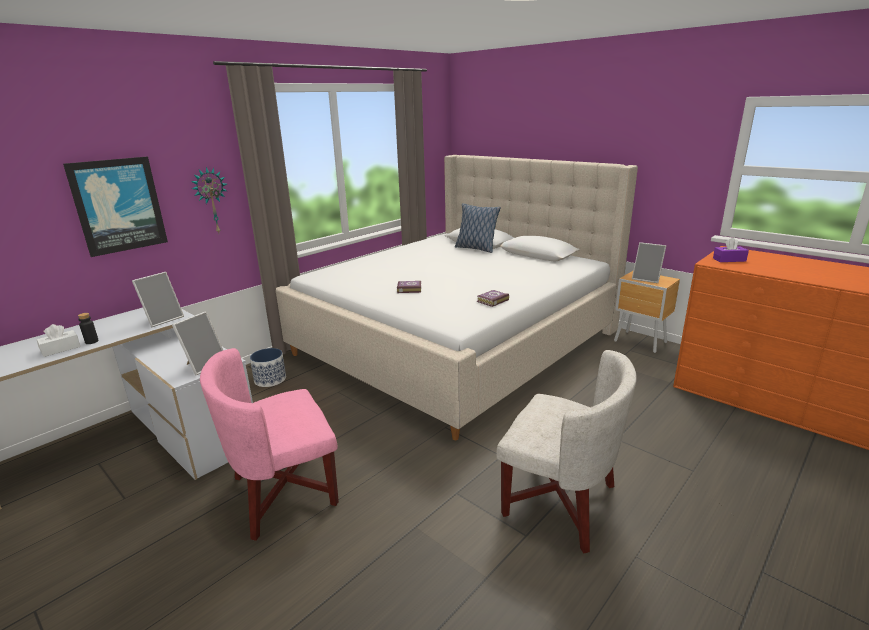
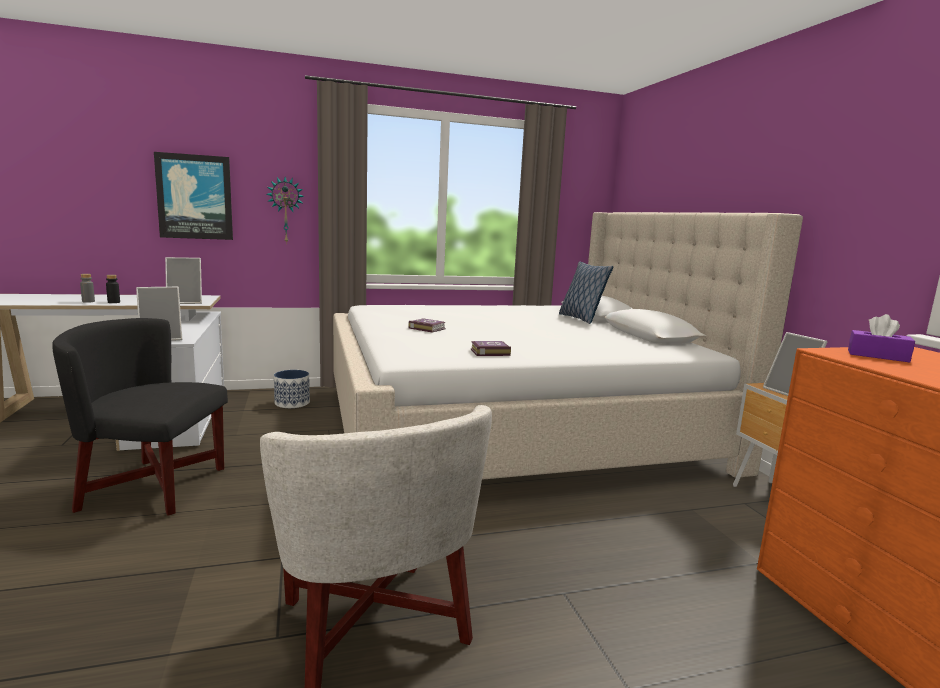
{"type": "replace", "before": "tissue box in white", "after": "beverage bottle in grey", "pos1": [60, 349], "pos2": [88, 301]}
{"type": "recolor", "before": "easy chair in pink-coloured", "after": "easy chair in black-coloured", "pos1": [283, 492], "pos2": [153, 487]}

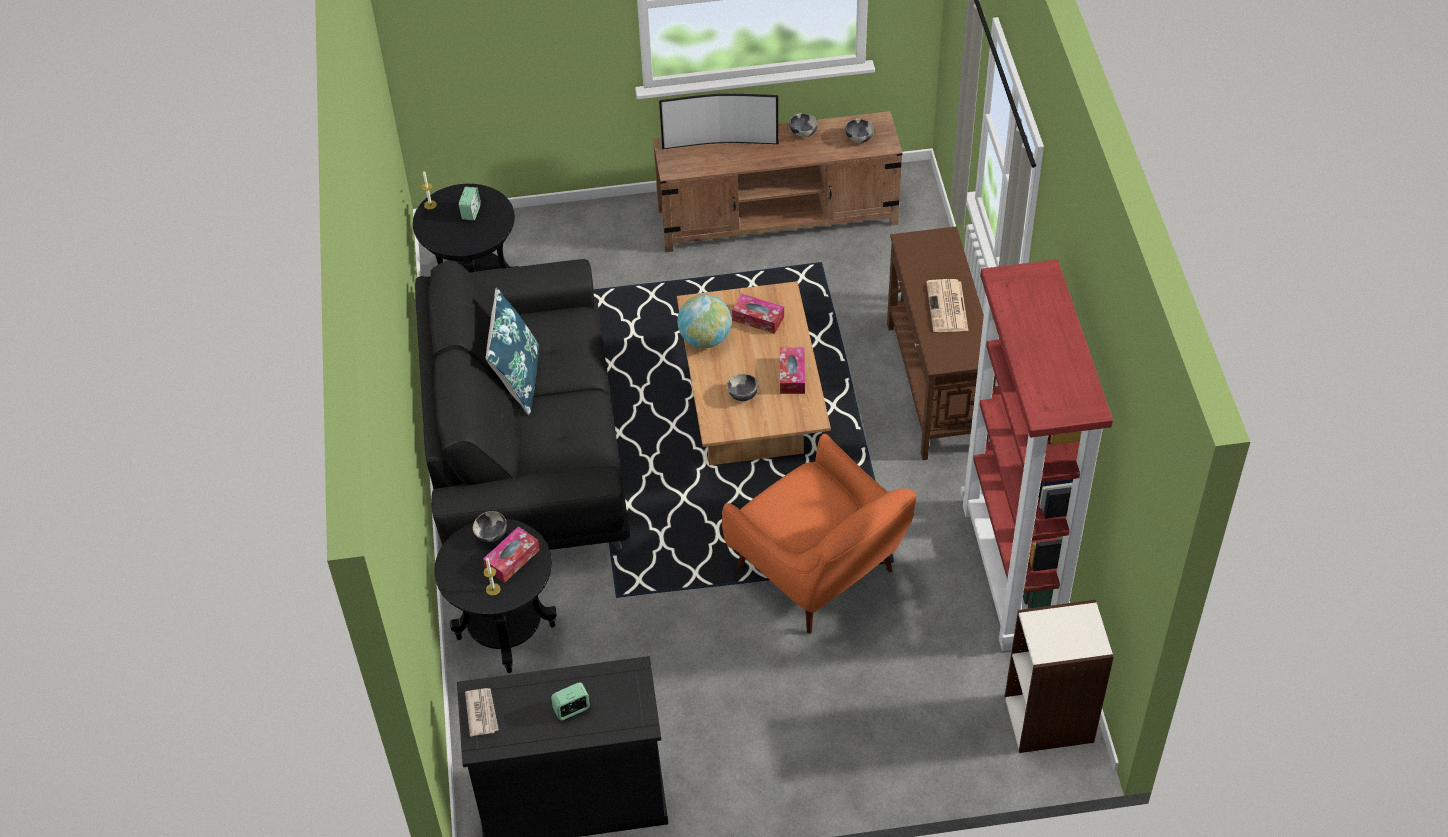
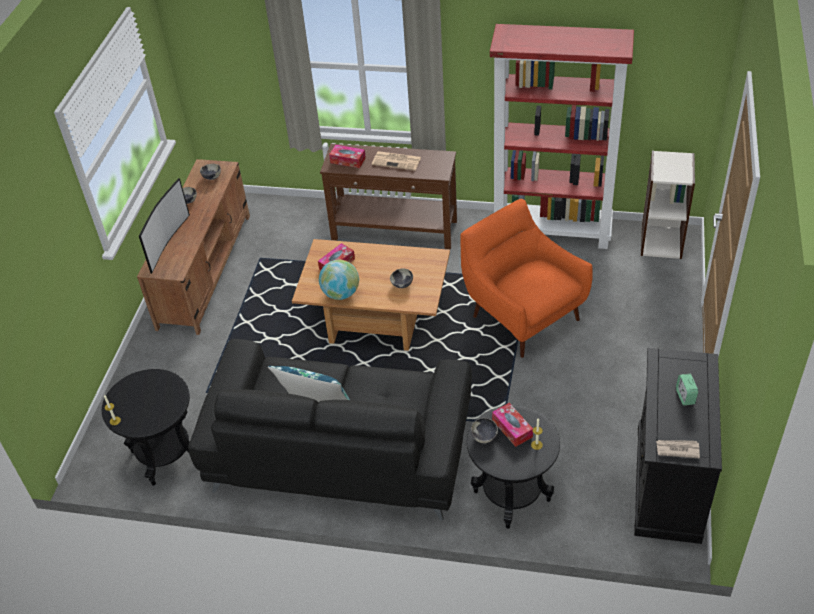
{"type": "delete", "before": "bedside clock", "pos1": [471, 212]}
{"type": "rotate", "before": "easy chair in orangey", "pos1": [820, 574], "pos2": [522, 315], "turn": -105}
{"type": "move", "before": "tissue box", "pos1": [792, 375], "pos2": [348, 160]}

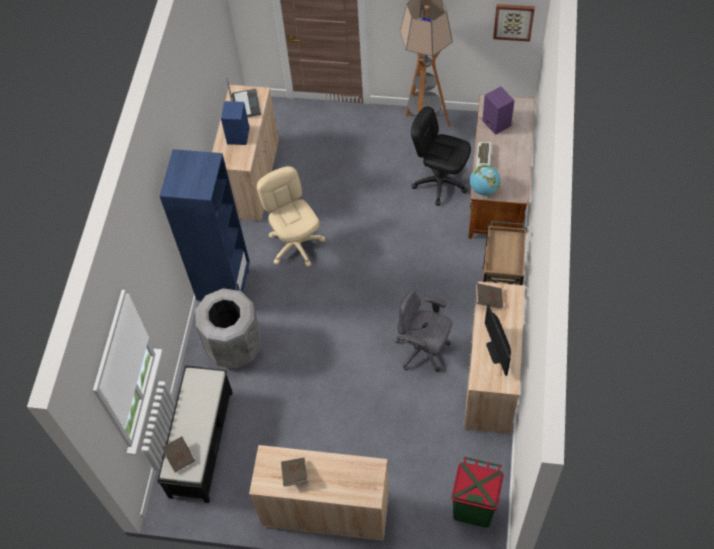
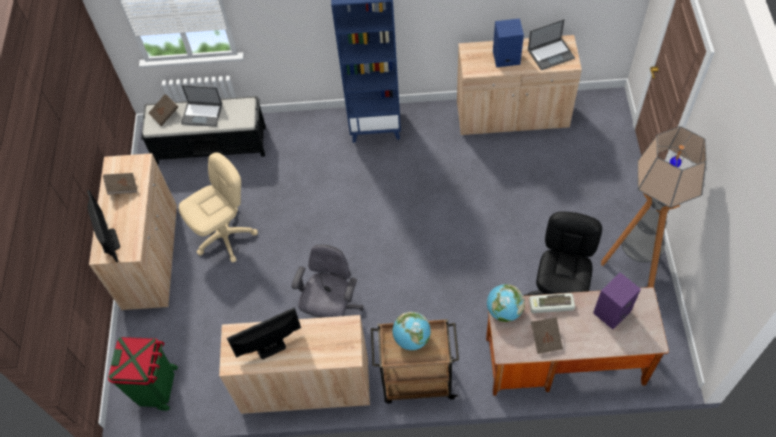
{"type": "delete", "before": "trash can in grey", "pos1": [234, 347]}
{"type": "move", "before": "desk chair in beige", "pos1": [296, 245], "pos2": [225, 236]}
{"type": "move", "before": "book in brownish", "pos1": [488, 299], "pos2": [546, 339]}
{"type": "delete", "before": "wall art", "pos1": [513, 21]}
{"type": "insert", "after": "computer screen", "pos2": [109, 241]}
{"type": "insert", "after": "laptop", "pos2": [202, 114]}
{"type": "insert", "after": "globe", "pos2": [412, 339]}

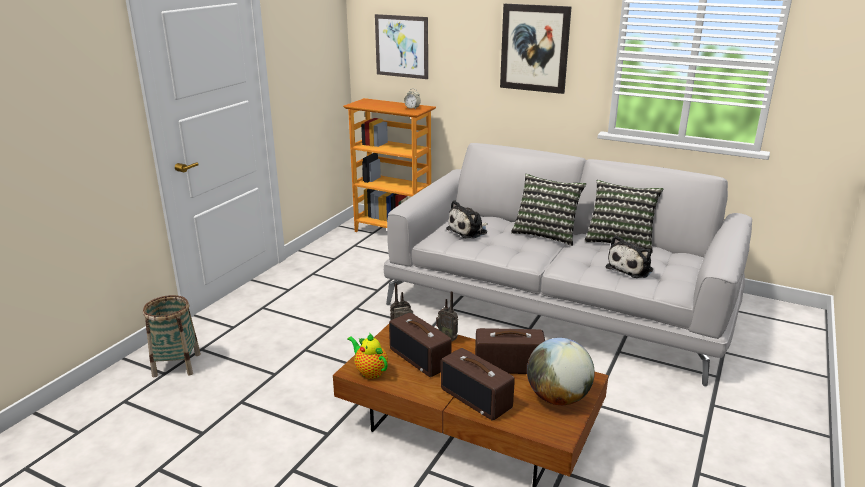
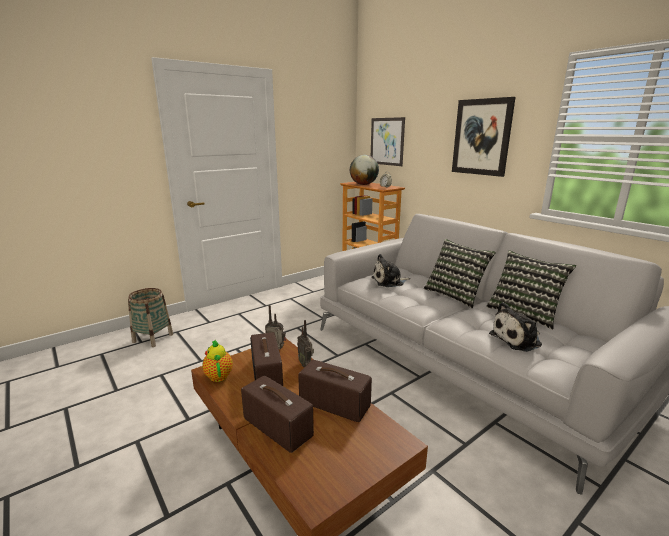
{"type": "rotate", "before": "radio set", "pos1": [477, 398], "pos2": [276, 427], "turn": 150}
{"type": "move", "before": "globe", "pos1": [558, 398], "pos2": [363, 184]}

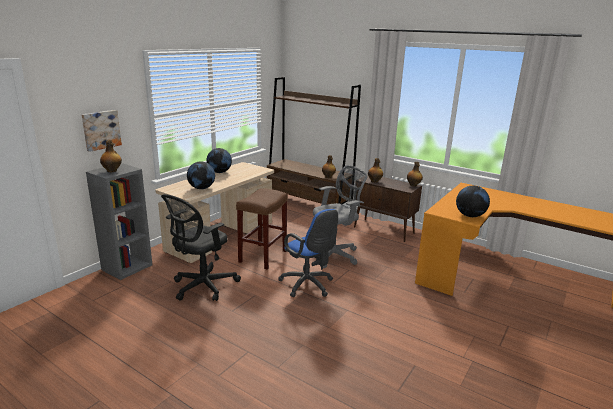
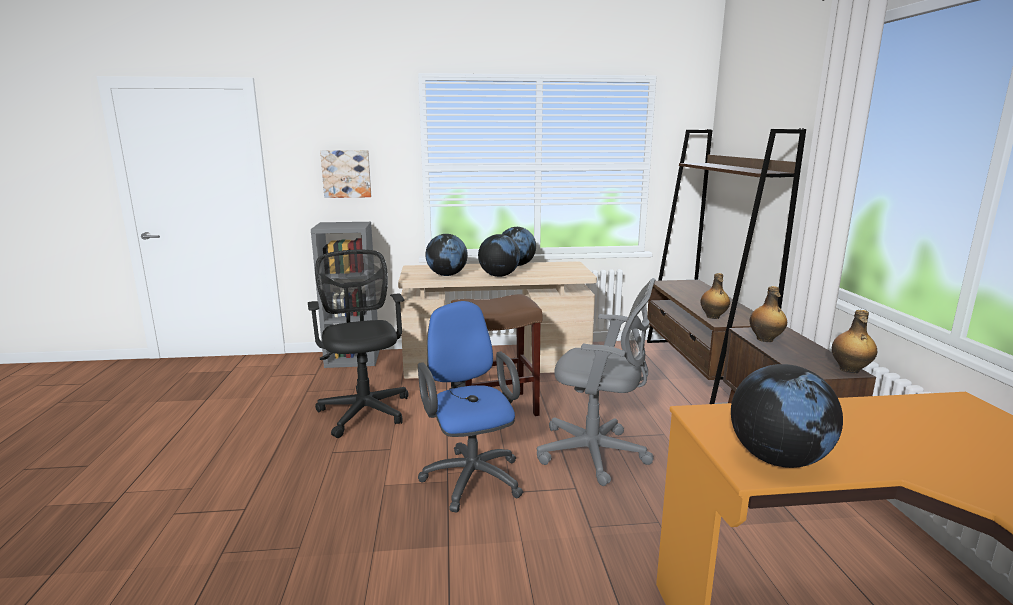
{"type": "delete", "before": "beverage bottle", "pos1": [112, 171]}
{"type": "rotate", "before": "desk chair in black-coloured", "pos1": [202, 287], "pos2": [364, 409], "turn": 75}
{"type": "rotate", "before": "desk chair in blue-coloured", "pos1": [308, 285], "pos2": [471, 475], "turn": 150}
{"type": "insert", "after": "globe", "pos2": [499, 276]}

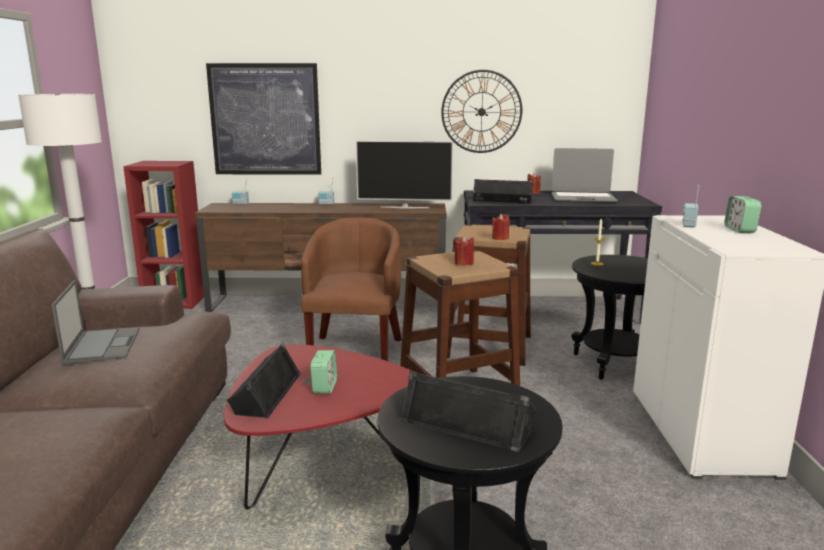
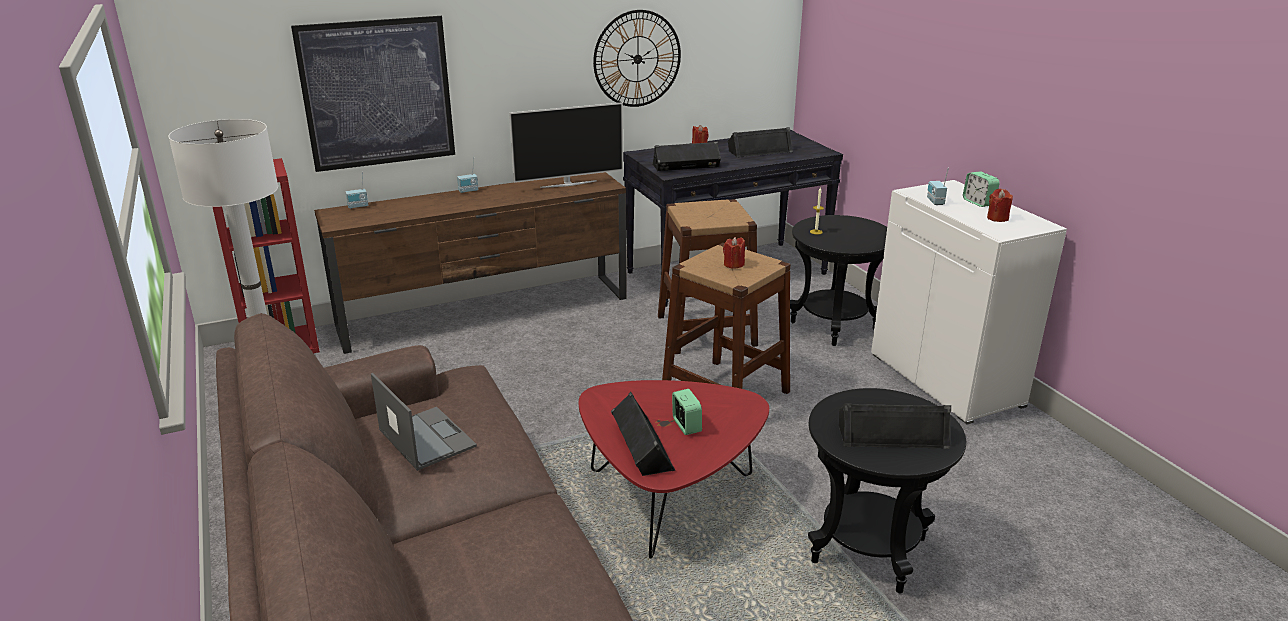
{"type": "delete", "before": "easy chair in brownish", "pos1": [355, 351]}
{"type": "move", "before": "wax light in red-coloured", "pos1": [500, 238], "pos2": [997, 218]}
{"type": "replace", "before": "laptop", "after": "audio speaker in black-coloured", "pos1": [583, 198], "pos2": [759, 151]}

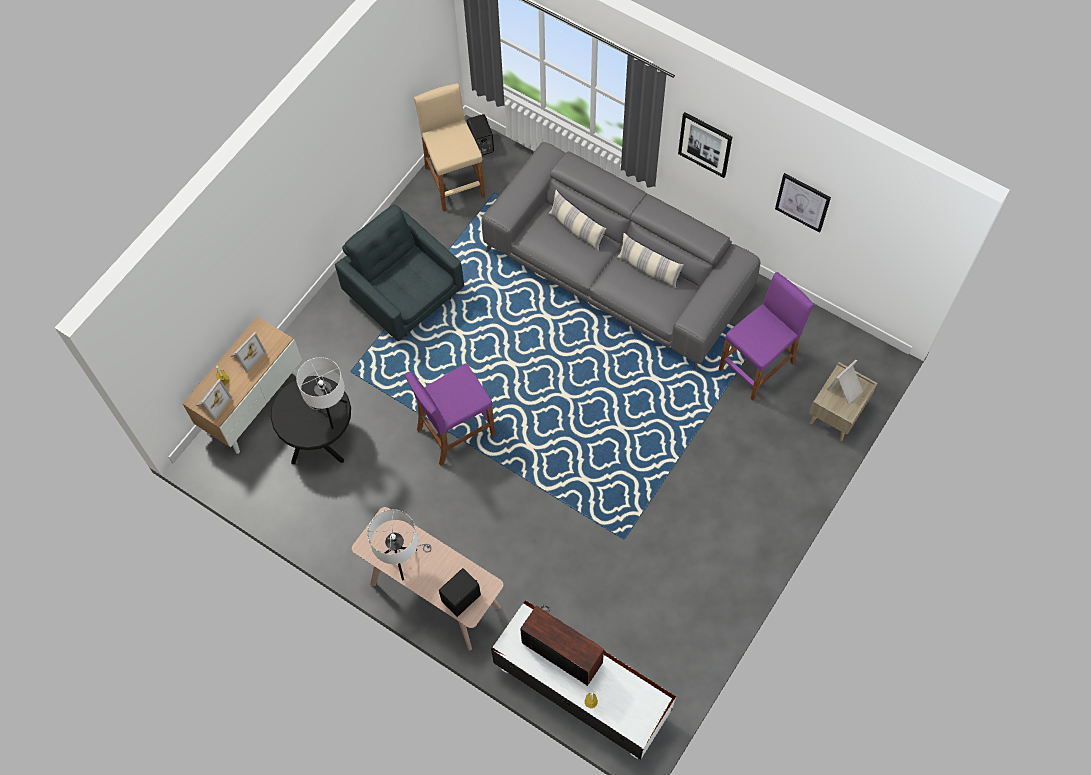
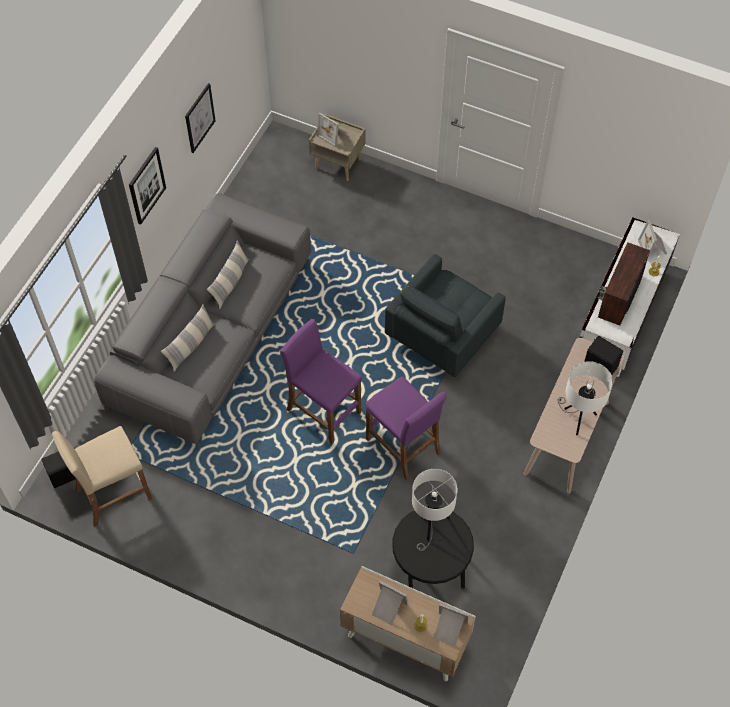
{"type": "move", "before": "easy chair in grey", "pos1": [404, 294], "pos2": [441, 335]}
{"type": "move", "before": "sitting stool in purplish", "pos1": [757, 366], "pos2": [323, 411]}
{"type": "insert", "after": "standing frame", "pos2": [653, 248]}

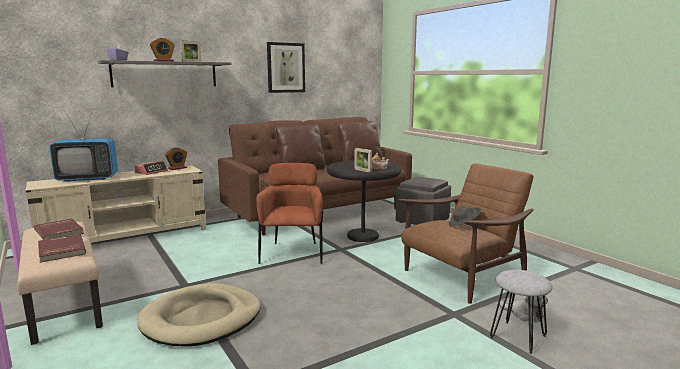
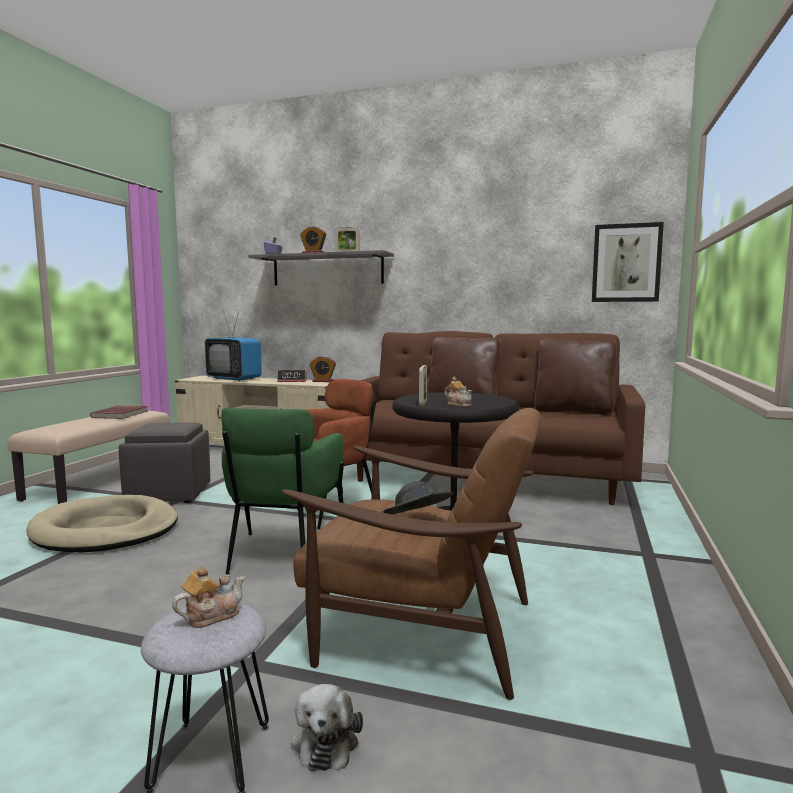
{"type": "delete", "before": "book in red-coloured", "pos1": [60, 250]}
{"type": "move", "before": "wall art", "pos1": [285, 67], "pos2": [626, 263]}
{"type": "move", "before": "ottoman in grey", "pos1": [421, 221], "pos2": [168, 493]}
{"type": "insert", "after": "pot for tea", "pos2": [211, 616]}
{"type": "insert", "after": "easy chair in green-coloured", "pos2": [282, 555]}

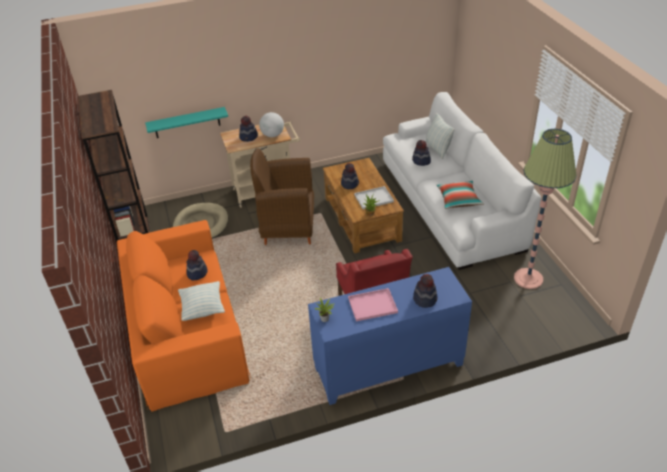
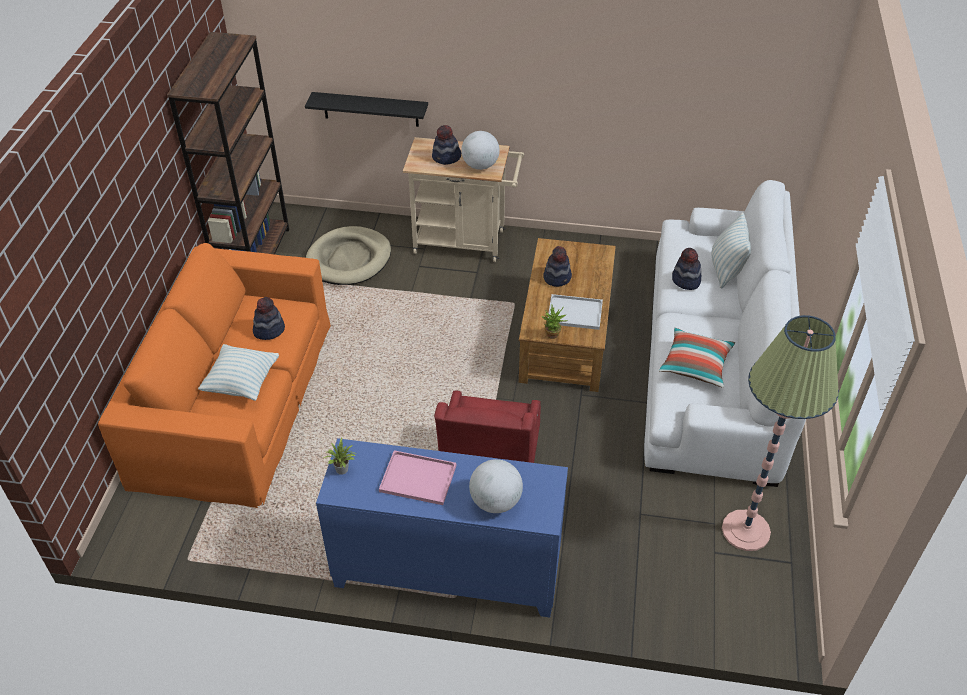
{"type": "recolor", "before": "shelf in turquoise-coloured", "after": "shelf in black-coloured", "pos1": [187, 122], "pos2": [370, 109]}
{"type": "delete", "before": "easy chair in brownish", "pos1": [288, 228]}
{"type": "replace", "before": "clothing hat", "after": "globe", "pos1": [425, 299], "pos2": [495, 501]}

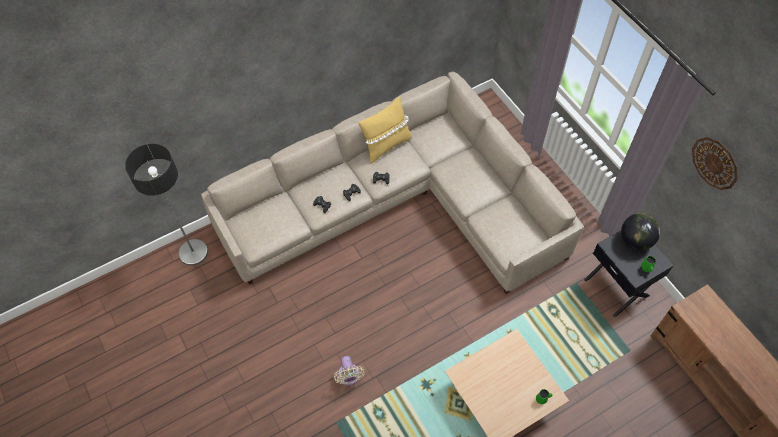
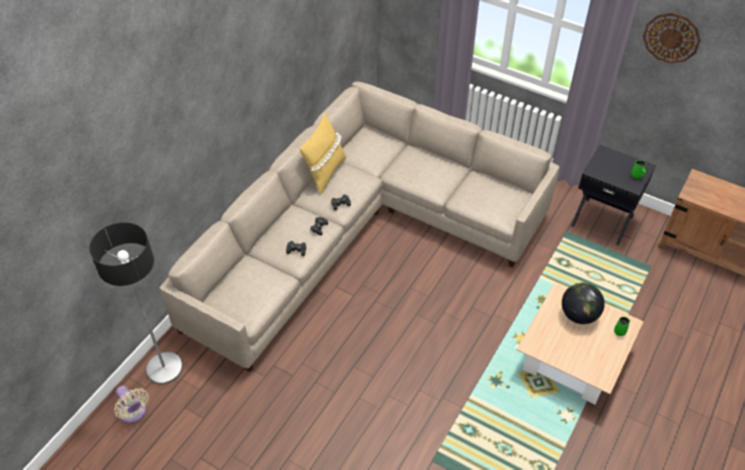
{"type": "move", "before": "electric fan in beige", "pos1": [349, 377], "pos2": [134, 413]}
{"type": "move", "before": "globe", "pos1": [635, 240], "pos2": [579, 315]}

